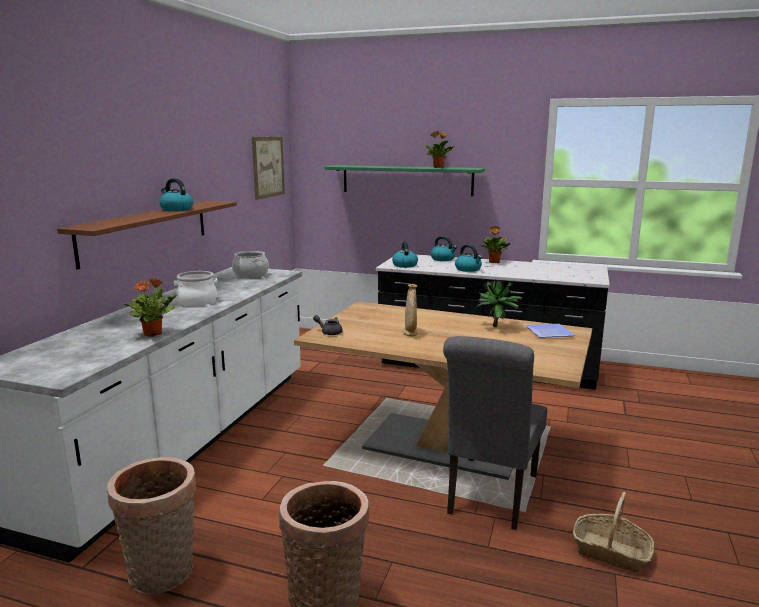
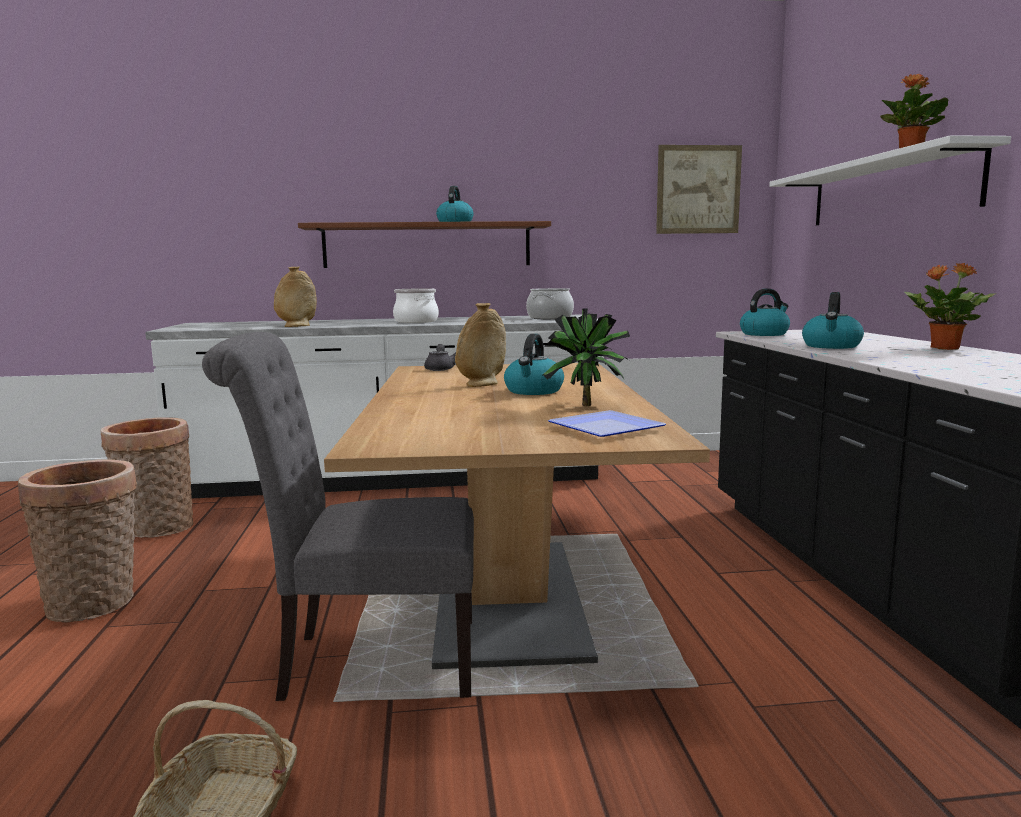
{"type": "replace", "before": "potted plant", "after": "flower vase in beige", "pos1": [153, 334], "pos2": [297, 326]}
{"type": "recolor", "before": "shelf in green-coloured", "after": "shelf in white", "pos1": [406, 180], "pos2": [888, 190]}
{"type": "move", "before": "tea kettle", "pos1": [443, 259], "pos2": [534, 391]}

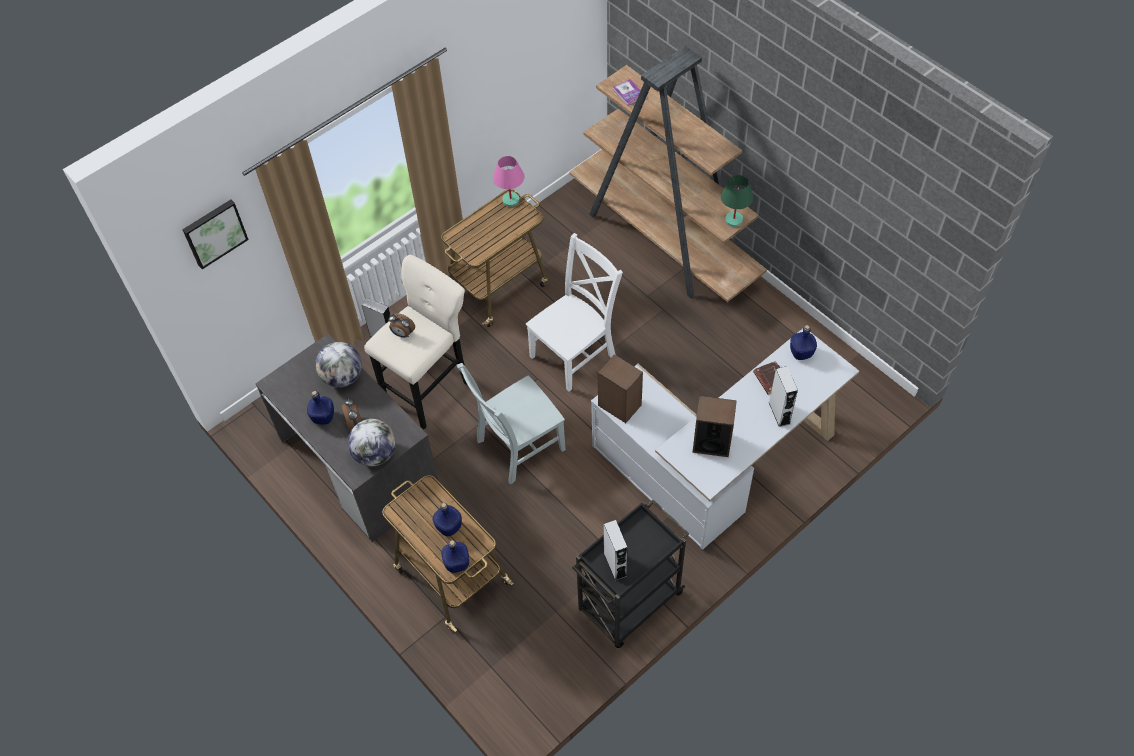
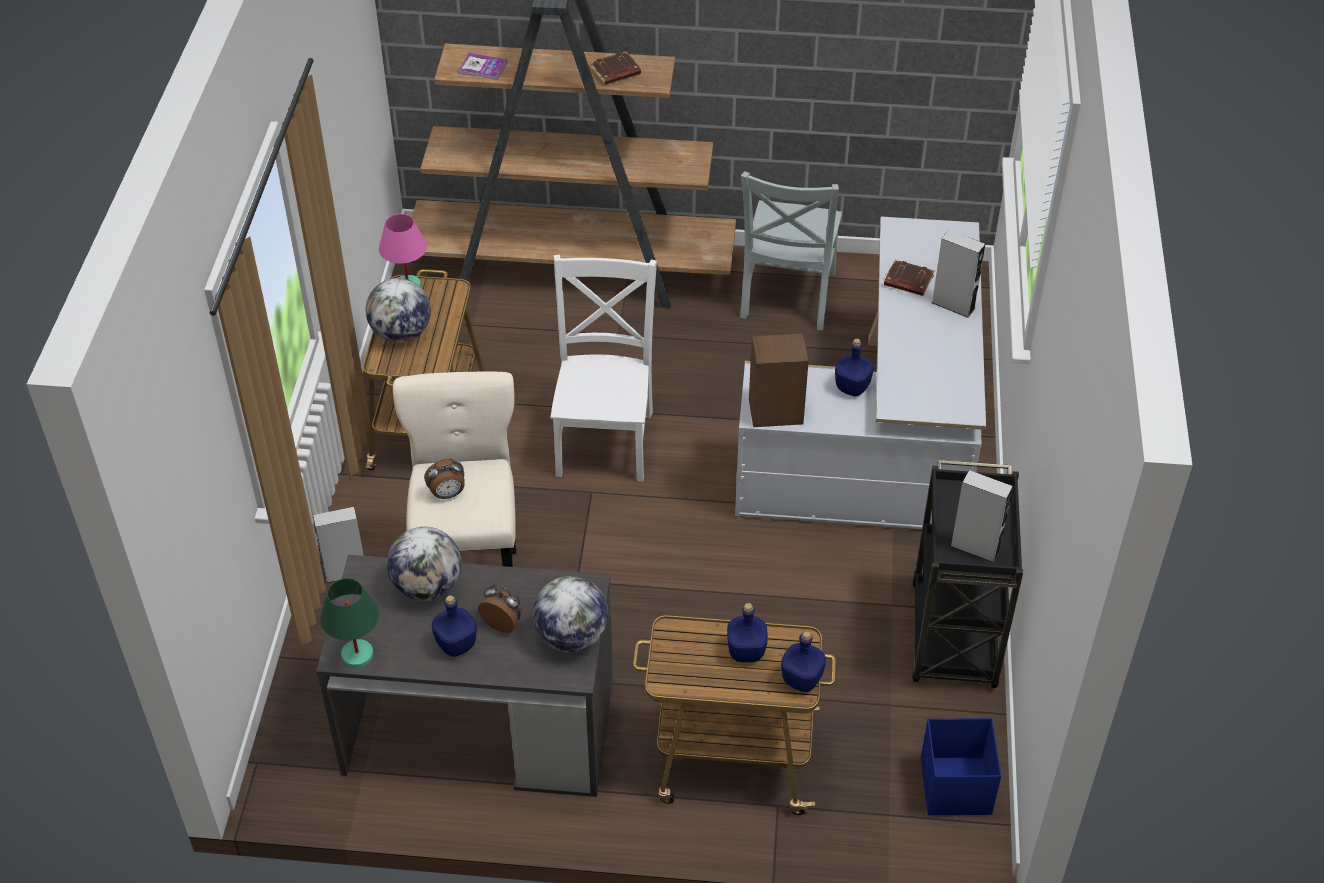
{"type": "delete", "before": "wall art", "pos1": [214, 232]}
{"type": "move", "before": "plain chair in grey", "pos1": [517, 447], "pos2": [787, 298]}
{"type": "delete", "before": "audio speaker", "pos1": [711, 442]}
{"type": "move", "before": "tabletop lamp in green-coloured", "pos1": [734, 219], "pos2": [357, 654]}
{"type": "move", "before": "beverage bottle in blue-coloured", "pos1": [801, 353], "pos2": [852, 387]}
{"type": "insert", "after": "globe", "pos2": [401, 333]}
{"type": "insert", "after": "book in brownish", "pos2": [615, 72]}
{"type": "insert", "after": "storage box in blue-coloured", "pos2": [955, 788]}

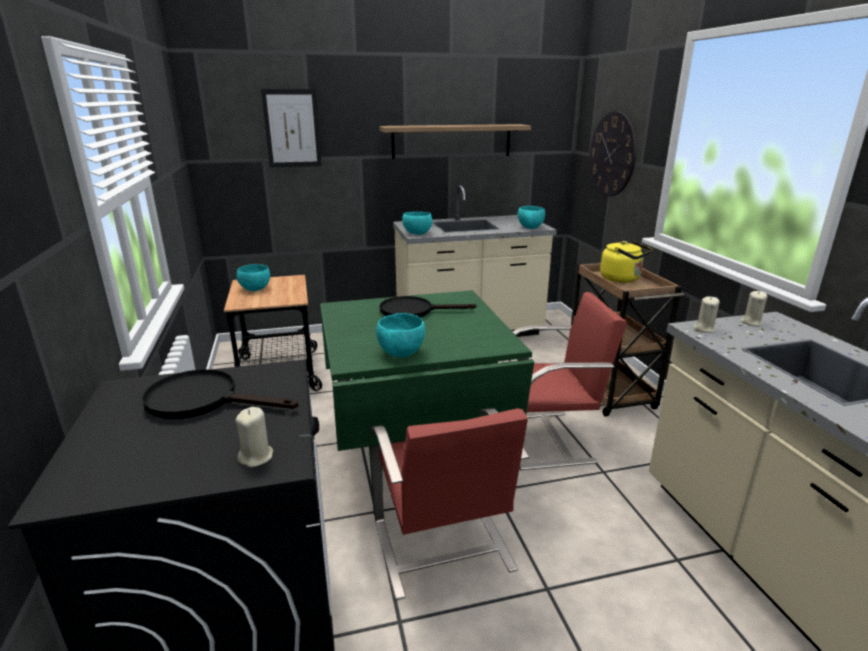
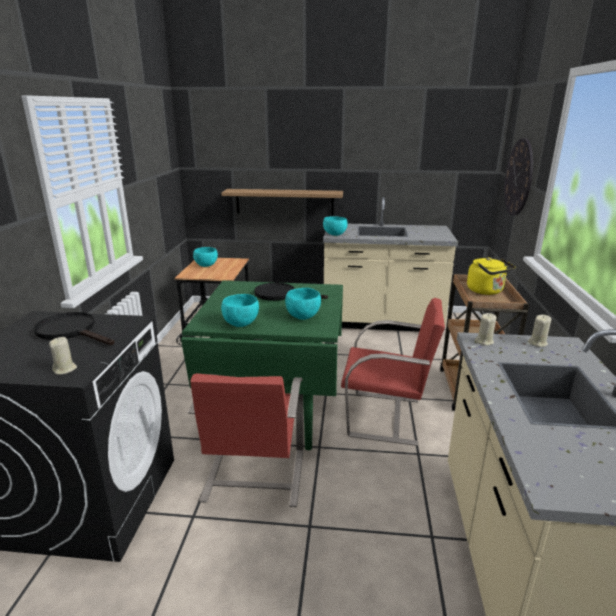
{"type": "delete", "before": "wall art", "pos1": [292, 128]}
{"type": "move", "before": "shelf", "pos1": [451, 141], "pos2": [284, 202]}
{"type": "move", "before": "deep dish in turquoise-coloured", "pos1": [530, 227], "pos2": [302, 316]}

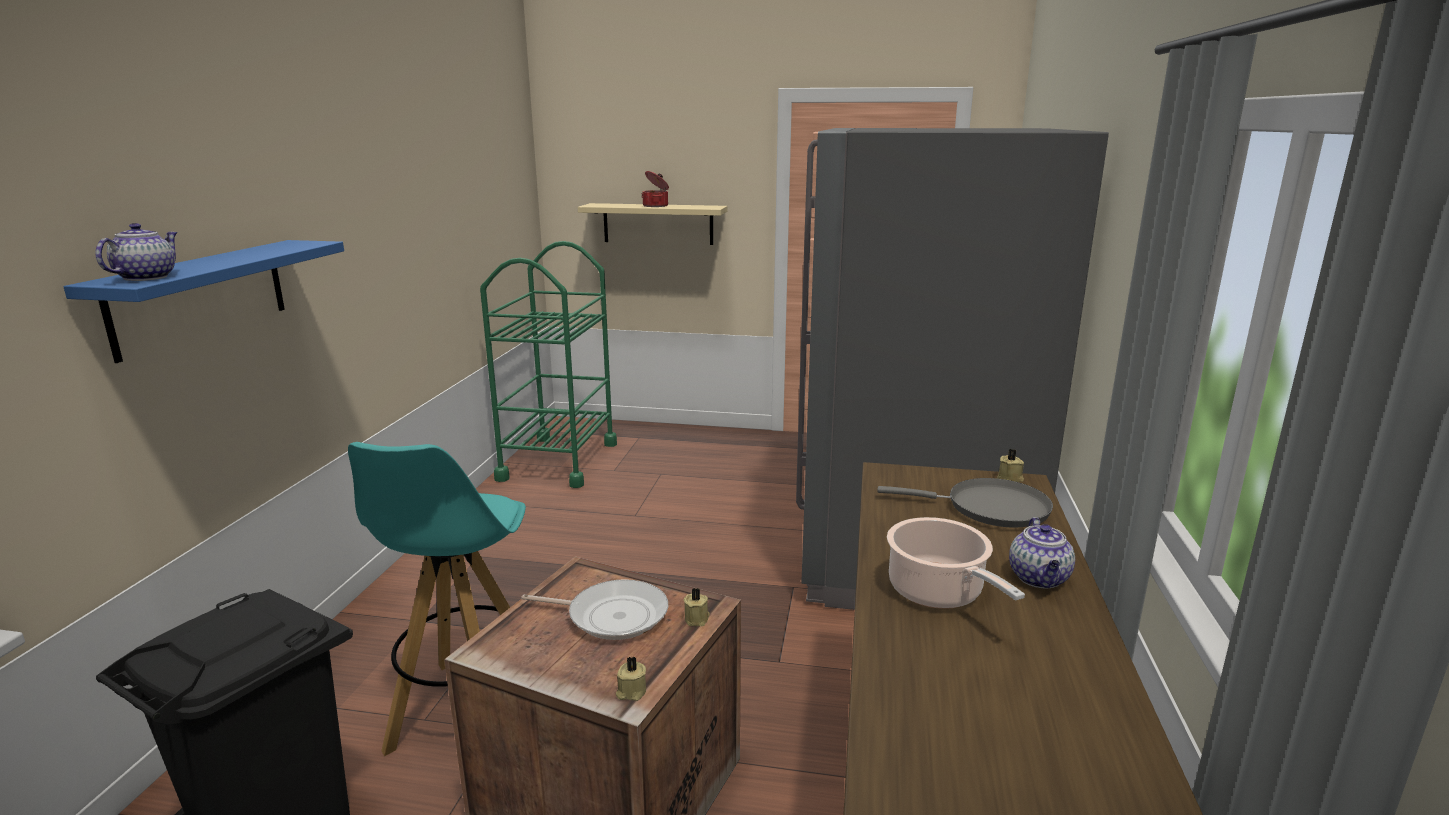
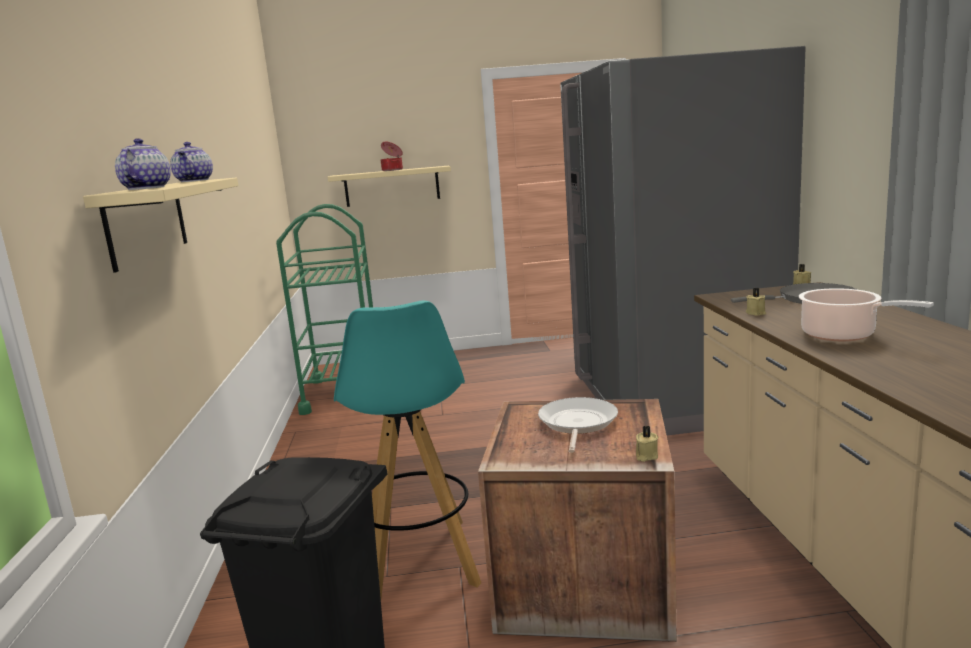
{"type": "recolor", "before": "shelf in blue-coloured", "after": "shelf in beige", "pos1": [201, 296], "pos2": [147, 222]}
{"type": "rotate", "before": "pan", "pos1": [612, 615], "pos2": [577, 424], "turn": -75}
{"type": "move", "before": "wax light in beige", "pos1": [697, 619], "pos2": [756, 313]}
{"type": "move", "before": "pot for tea", "pos1": [1039, 579], "pos2": [194, 181]}

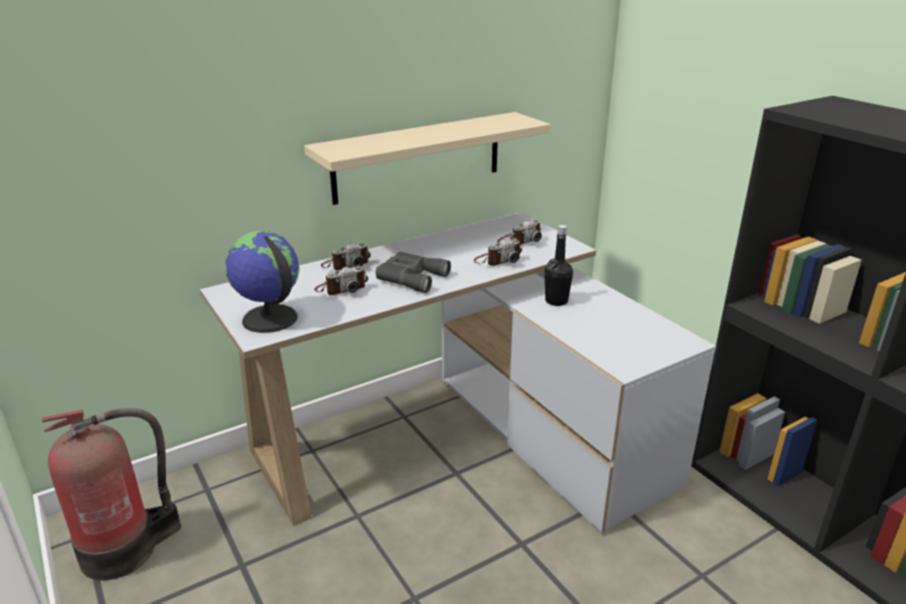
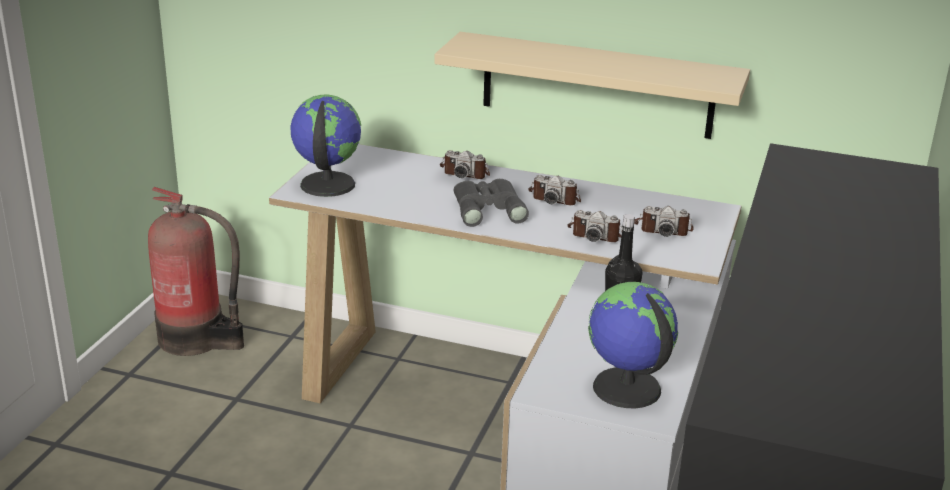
{"type": "move", "before": "still camera", "pos1": [341, 288], "pos2": [555, 198]}
{"type": "insert", "after": "globe", "pos2": [626, 388]}

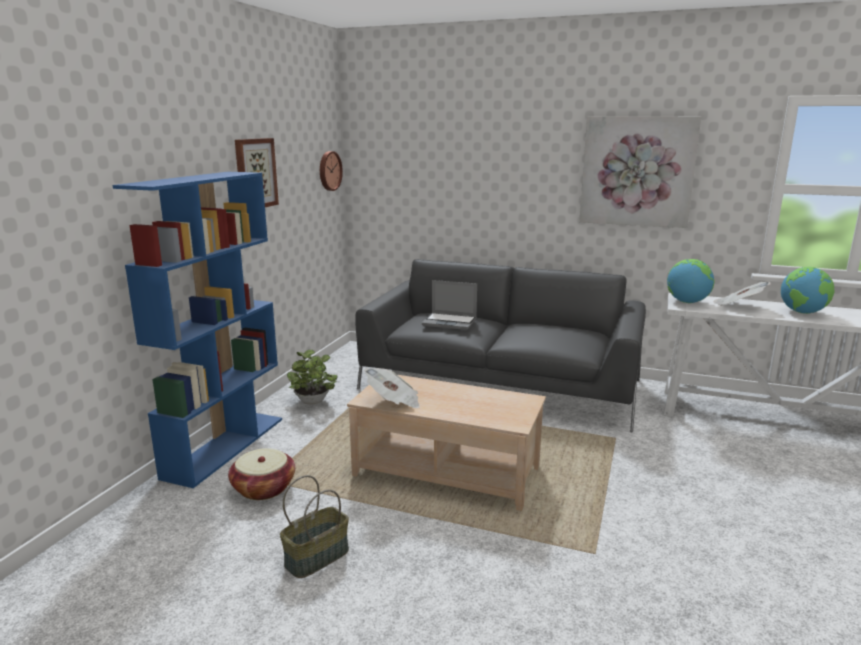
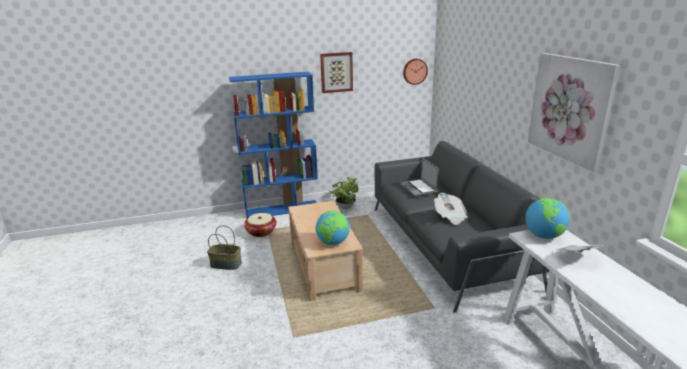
{"type": "move", "before": "daily paper", "pos1": [394, 402], "pos2": [450, 217]}
{"type": "move", "before": "globe", "pos1": [803, 312], "pos2": [333, 243]}

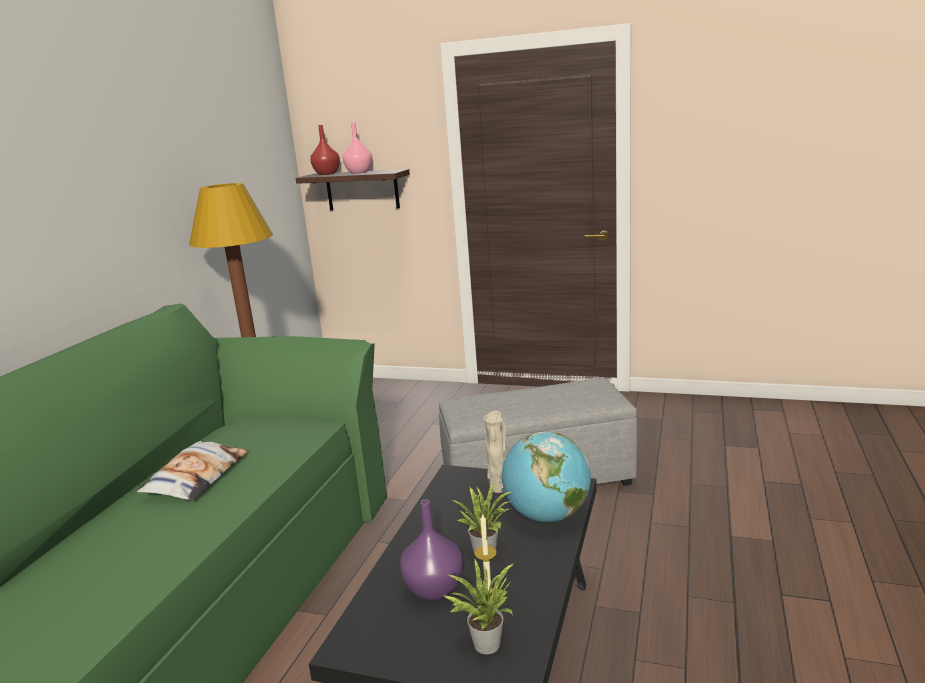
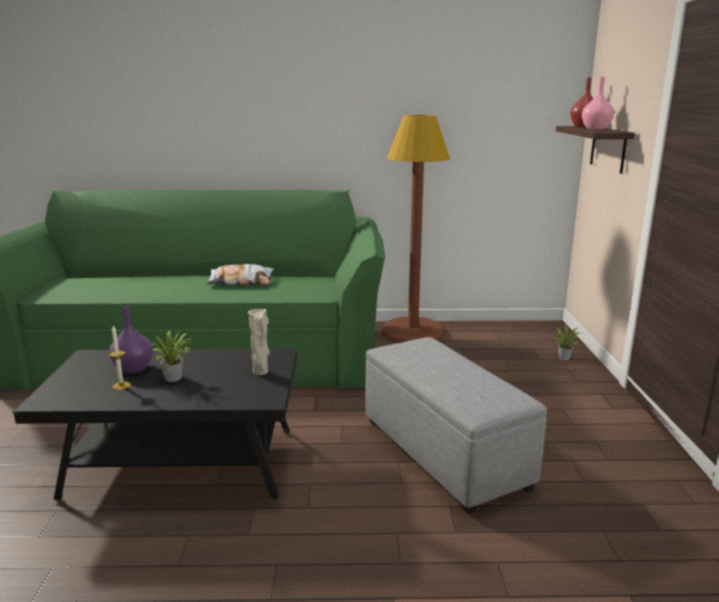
{"type": "move", "before": "potted plant", "pos1": [484, 642], "pos2": [564, 357]}
{"type": "delete", "before": "globe", "pos1": [547, 516]}

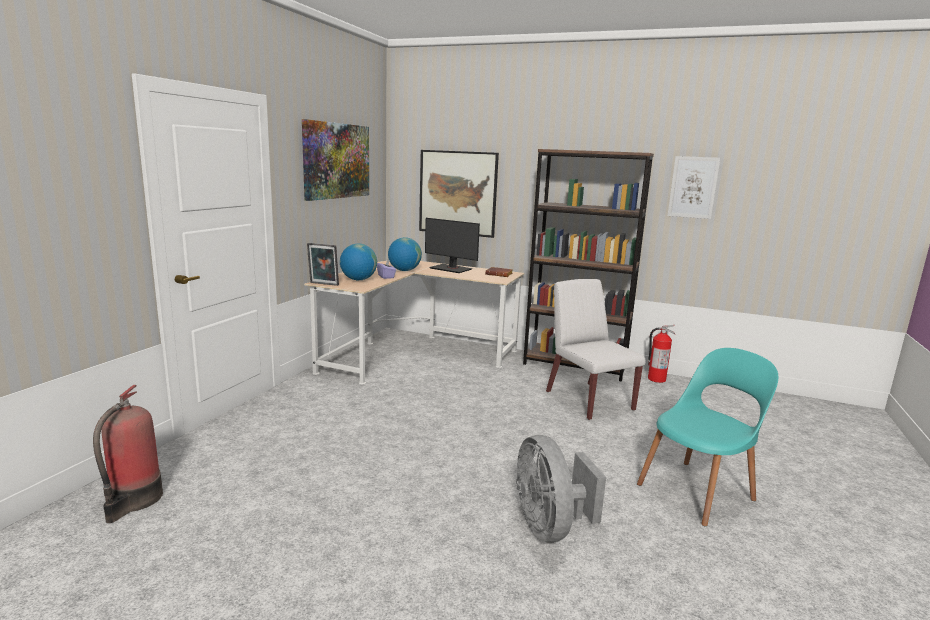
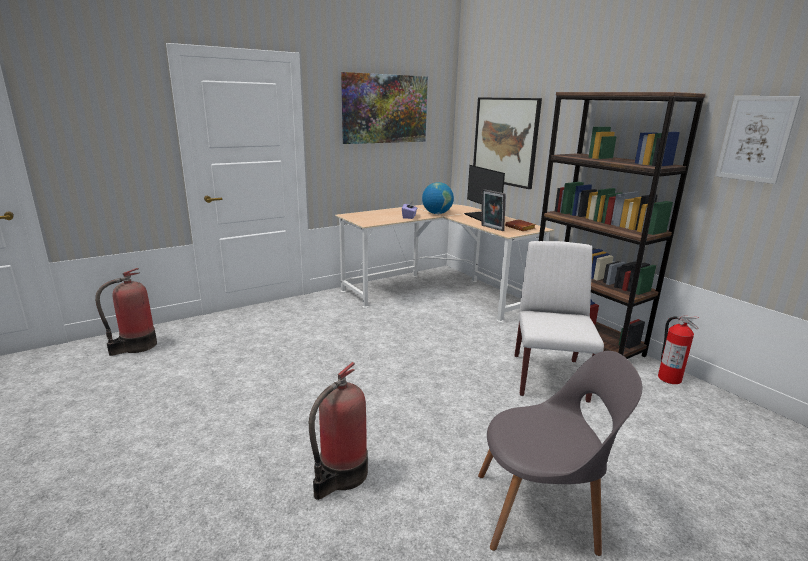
{"type": "move", "before": "standing frame", "pos1": [323, 284], "pos2": [491, 228]}
{"type": "delete", "before": "globe", "pos1": [358, 280]}
{"type": "replace", "before": "electric fan in grey", "after": "extinguisher", "pos1": [550, 527], "pos2": [341, 475]}
{"type": "recolor", "before": "plain chair in turquoise-coloured", "after": "plain chair in grey", "pos1": [698, 490], "pos2": [541, 511]}

